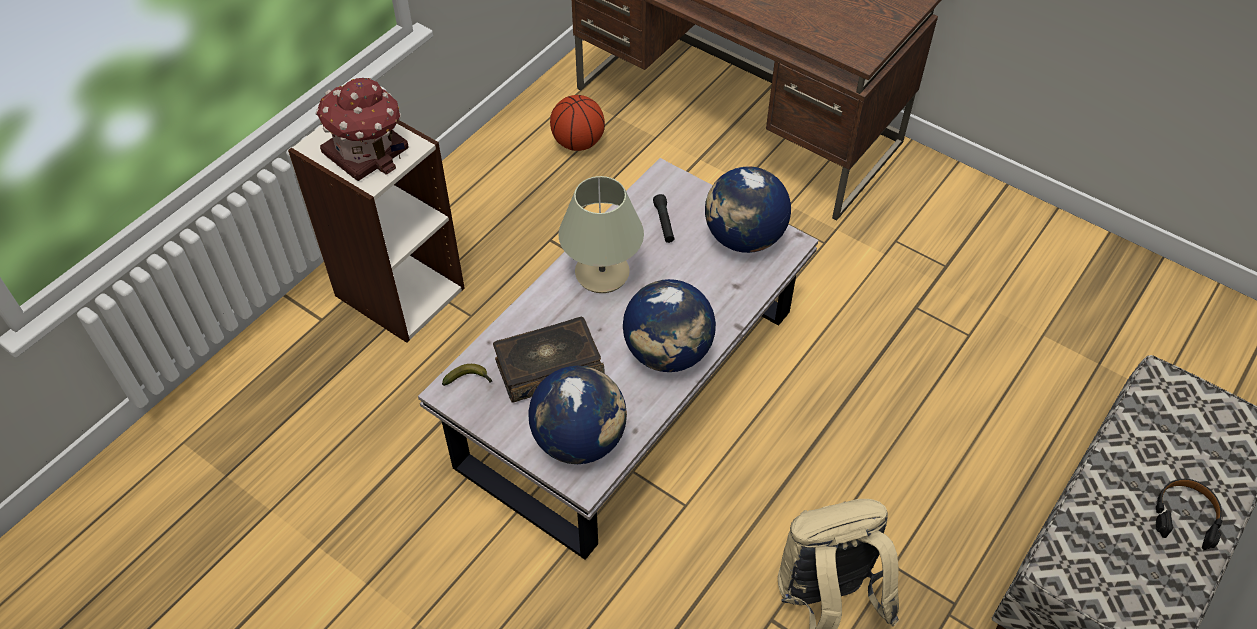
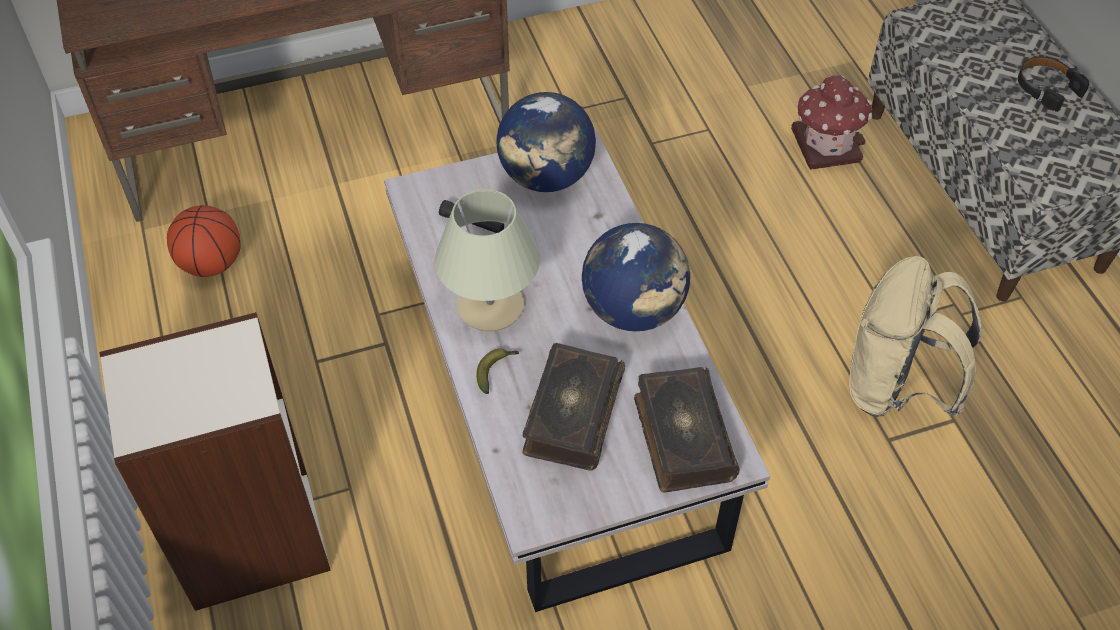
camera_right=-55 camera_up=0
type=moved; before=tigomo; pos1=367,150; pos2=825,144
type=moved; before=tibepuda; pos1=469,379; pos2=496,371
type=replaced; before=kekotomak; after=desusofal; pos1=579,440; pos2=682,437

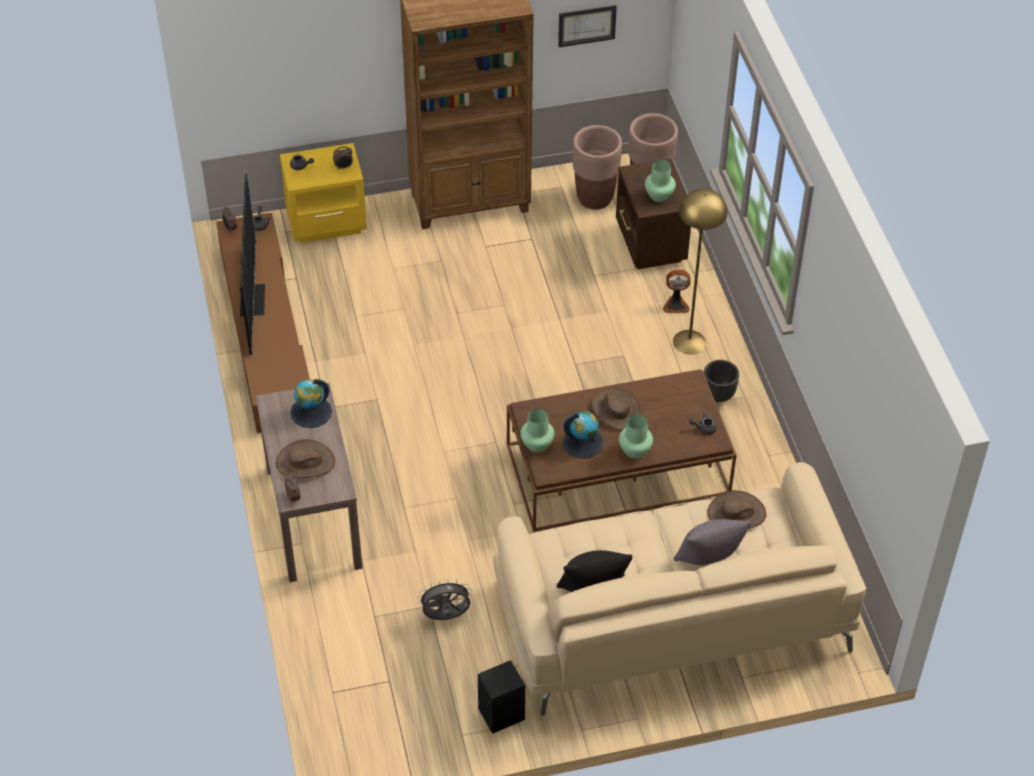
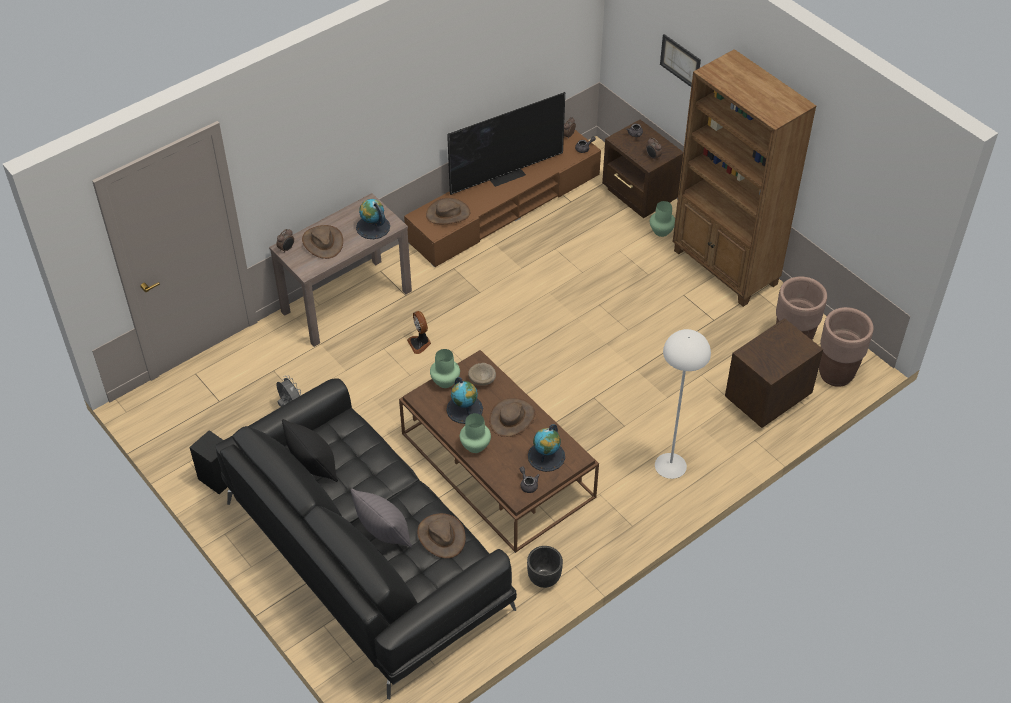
camera_right=65 camera_up=0
type=recoloured; before=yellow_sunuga; after=brown_sunuga; pos1=328,223; pos2=639,196
type=recoloured; before=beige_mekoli; after=black_mekoli; pos1=670,614; pos2=365,553
type=moved; before=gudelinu; pos1=587,25; pos2=680,61
type=moved; before=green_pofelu; pos1=659,196; pos2=661,231
type=moved; before=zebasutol; pos1=676,304; pos2=420,343
type=recoloured; before=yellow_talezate; after=white_talezate; pos1=689,342; pos2=670,465
type=moved; before=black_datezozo; pos1=719,395; pos2=544,579
type=added; after=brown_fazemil; pos2=448,214
type=added; after=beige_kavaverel; pos2=482,380
type=added; after=kekotomak; pos2=546,456

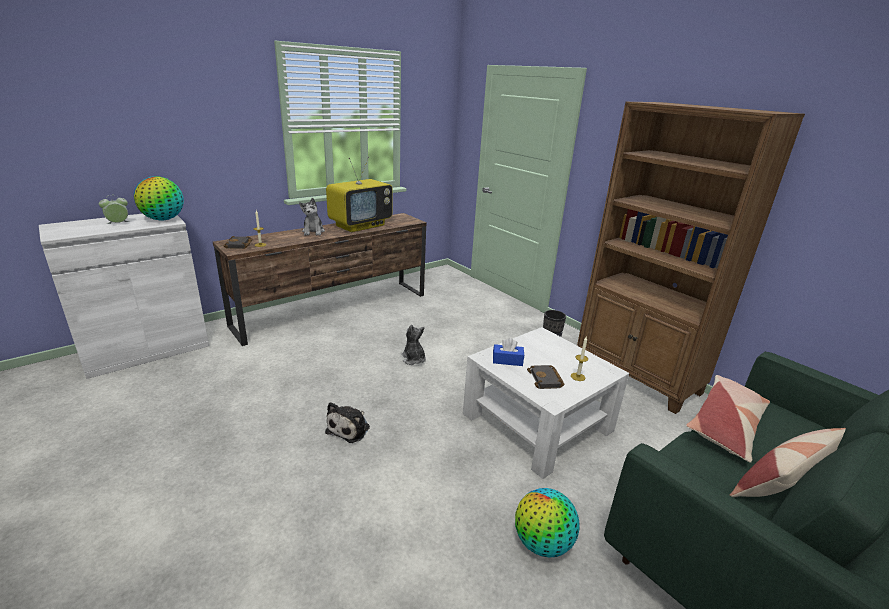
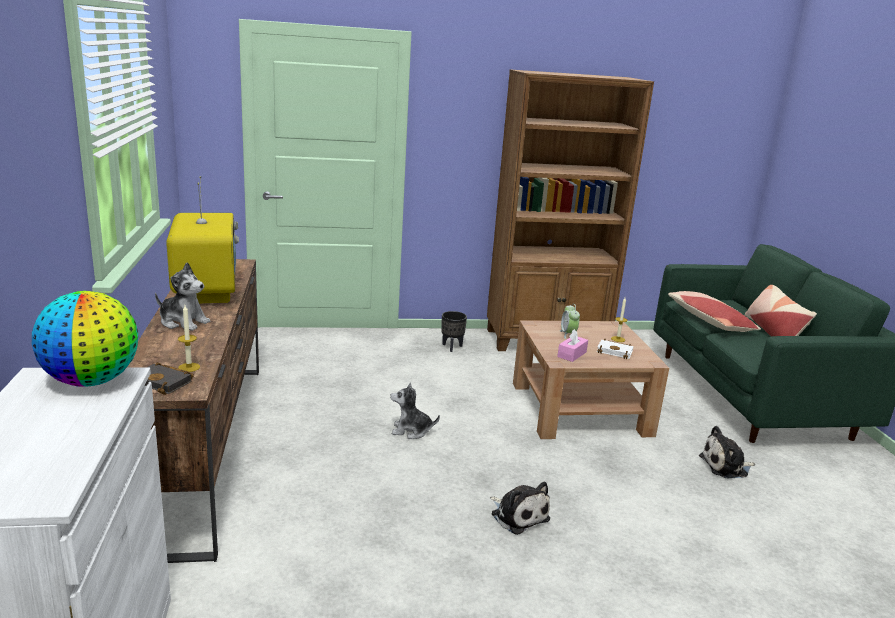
camera_right=-60 camera_up=-5
type=moved; before=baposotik; pos1=118,223; pos2=568,334
type=recoloured; before=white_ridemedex; after=brown_ridemedex; pos1=537,422; pos2=580,408
type=recoloured; before=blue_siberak; after=pink_siberak; pos1=507,360; pos2=572,354
type=replaced; before=kekotomak; after=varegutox; pos1=542,543; pos2=726,466
type=recoloured; before=black_desusofal; after=white_desusofal; pos1=546,380; pos2=615,351

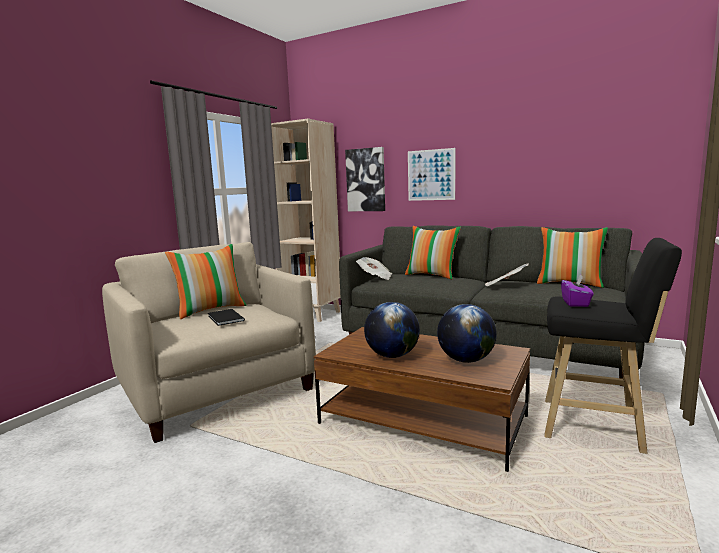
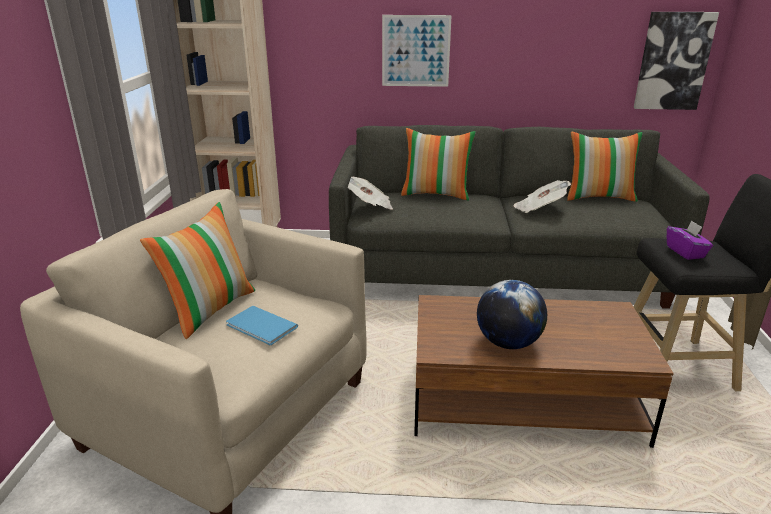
camera_right=-25 camera_up=15
type=recoloured; before=black_desusofal; after=blue_desusofal; pos1=224,318; pos2=261,327
type=moved; before=gudelinu; pos1=366,180; pos2=673,61
type=removed; before=kekotomak; pos1=466,360

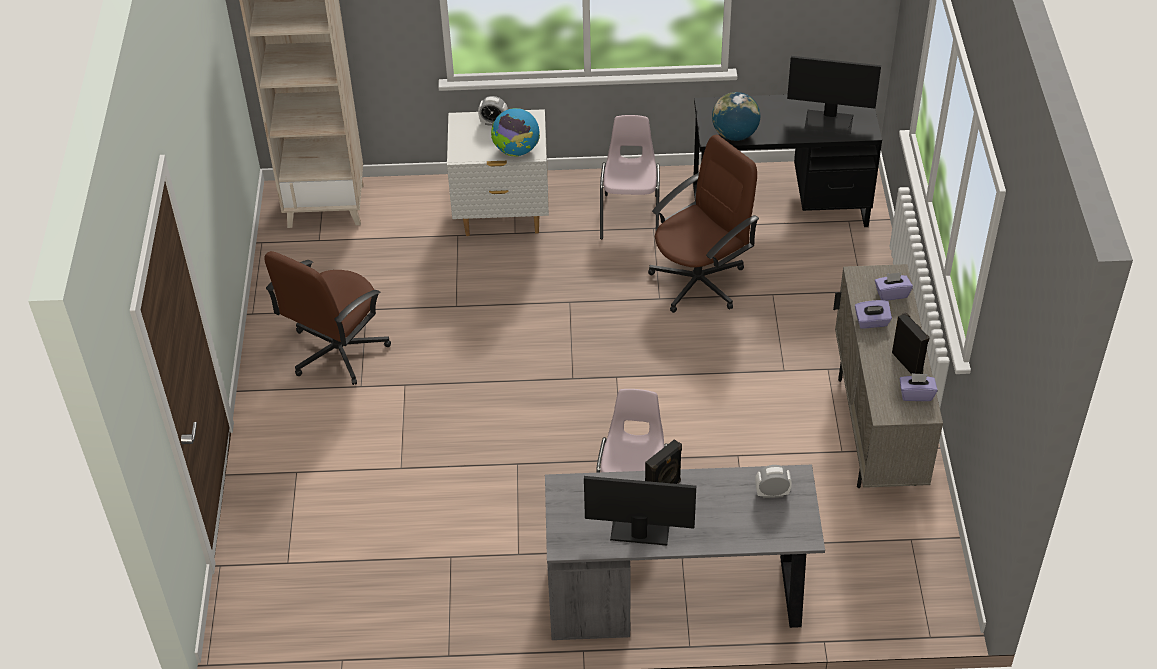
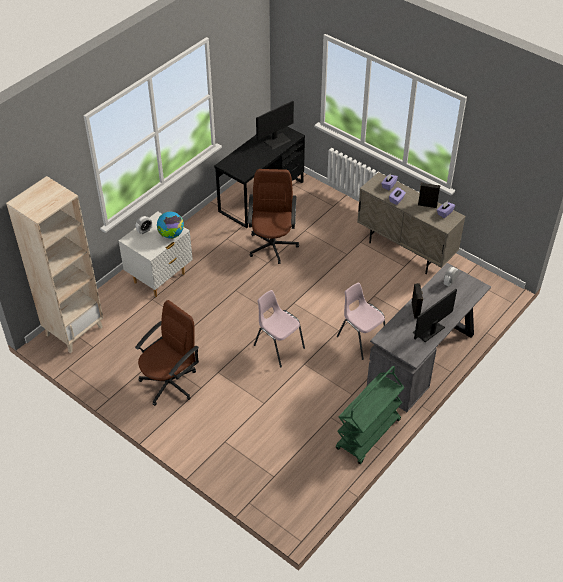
camera_right=-50 camera_up=0
type=turned; before=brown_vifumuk; pos1=337,351; pos2=170,383; turn=-120
type=moved; before=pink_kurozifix; pos1=631,216; pos2=278,346
type=removed; before=kekotomak; pos1=735,134
type=added; after=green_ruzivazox; pos2=368,435

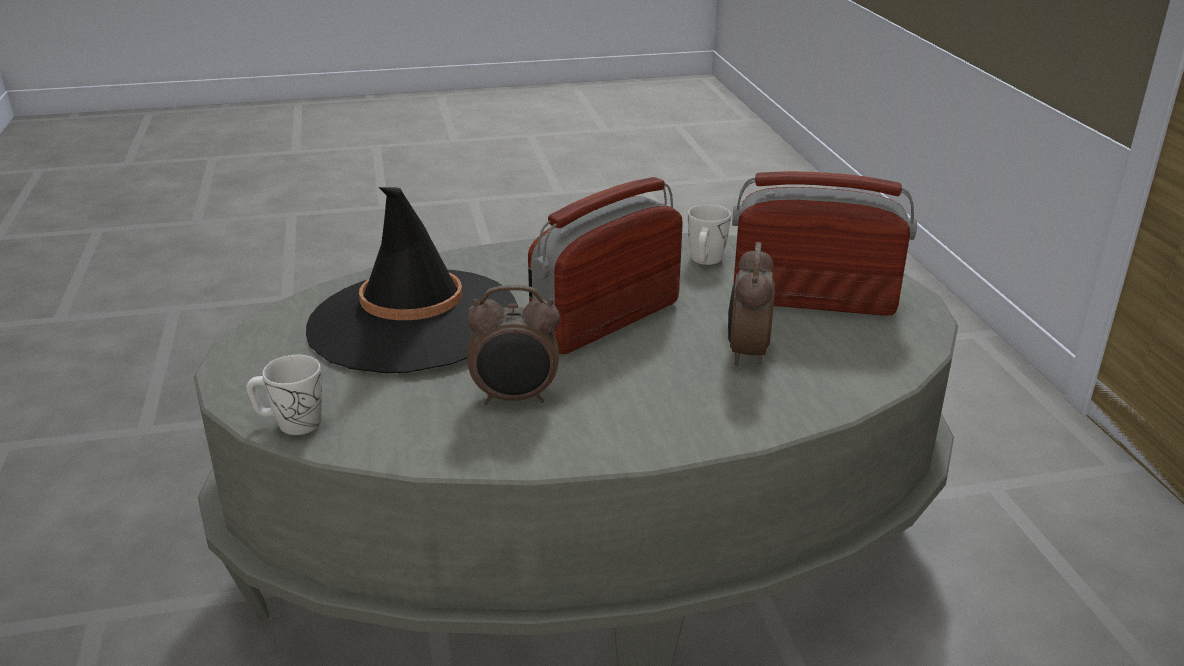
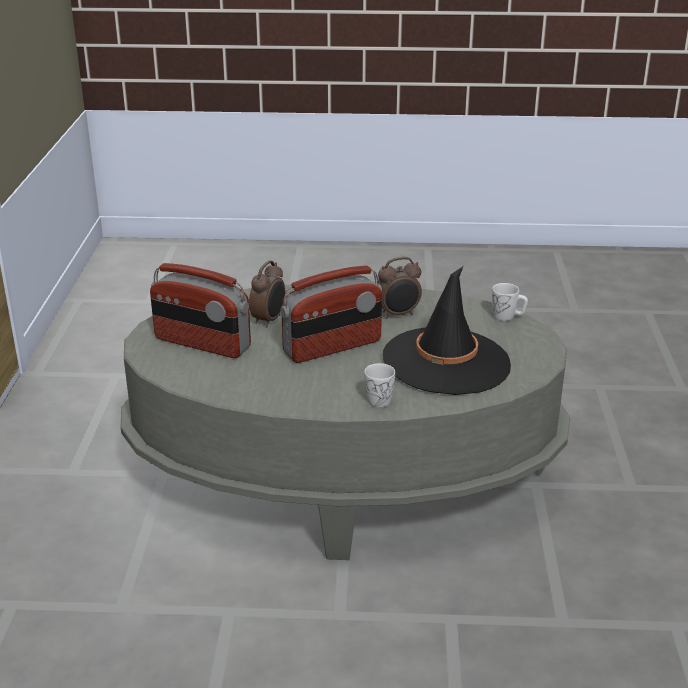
camera_right=-165 camera_up=0
type=turned; before=baposotik; pos1=515,398; pos2=398,315; turn=150
type=moved; before=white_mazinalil; pos1=705,261; pos2=381,399

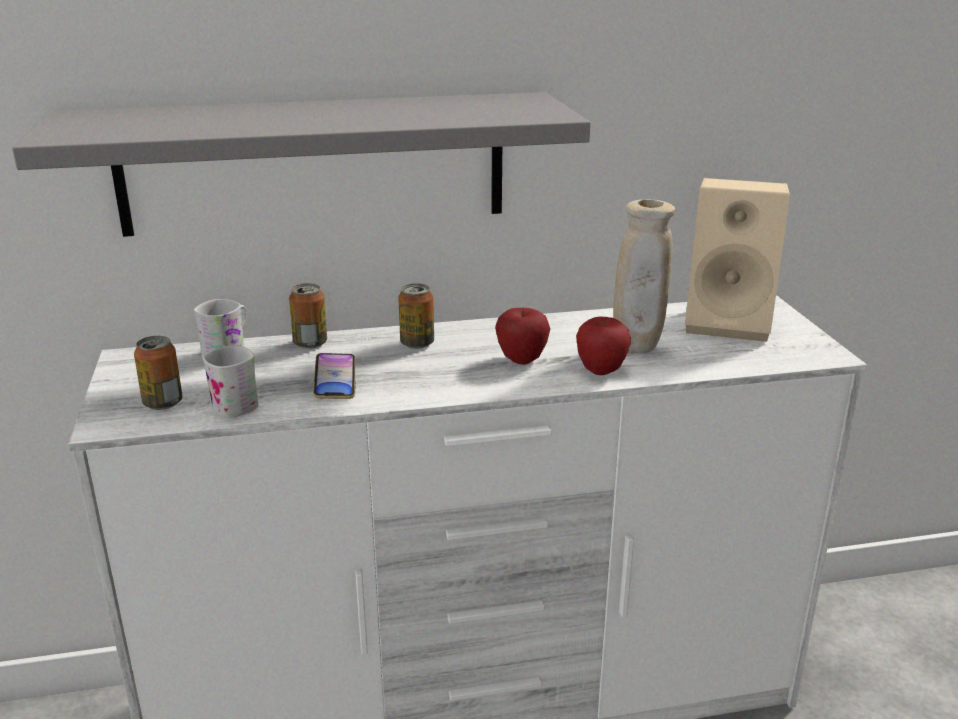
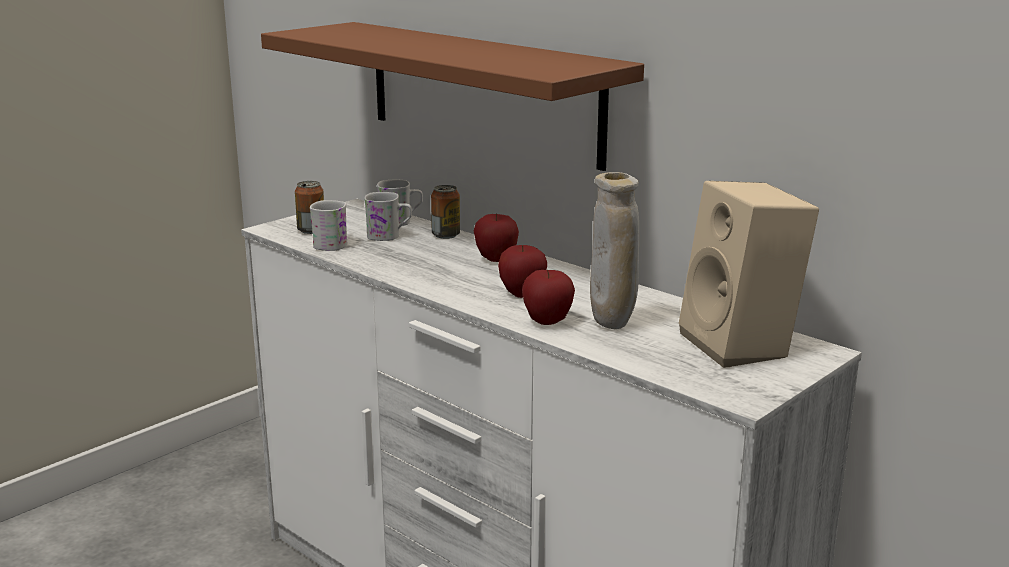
camera_right=55 camera_up=-5
type=recoloured; before=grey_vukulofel; after=brown_vukulofel; pos1=314,163; pos2=482,92
type=removed; before=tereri; pos1=335,381
type=replaced; before=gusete; after=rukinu; pos1=417,343; pos2=496,260
type=added; after=white_mazinalil; pos2=389,236

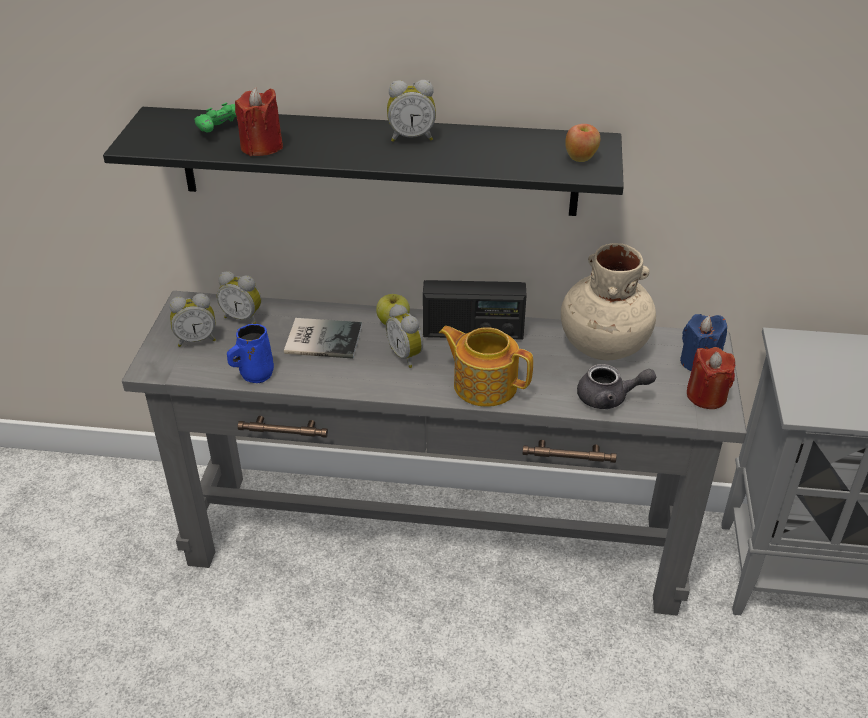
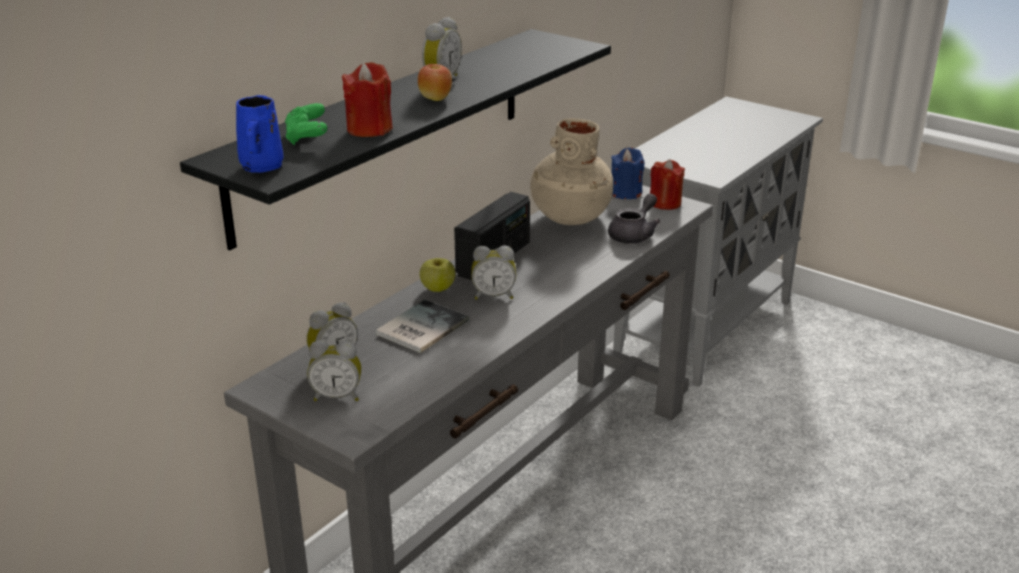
camera_right=-60 camera_up=-10
type=turned; before=baposotik; pos1=196,339; pos2=337,396; turn=75
type=moved; before=blue_mazinalil; pos1=255,374; pos2=261,167
type=removed; before=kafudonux; pos1=484,384
type=moved; before=rukinu; pos1=581,158; pos2=435,99

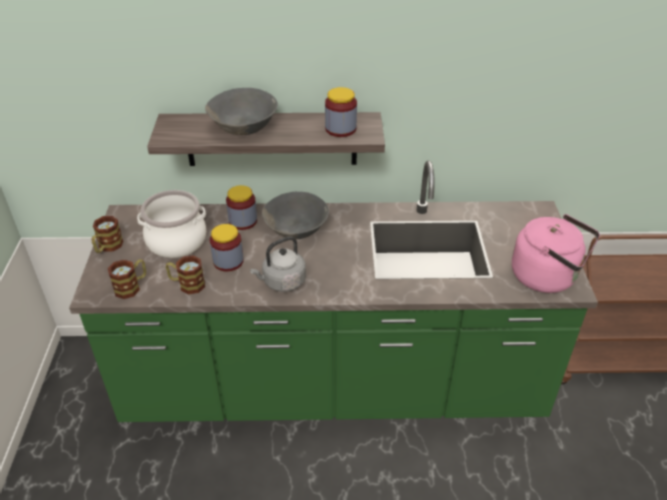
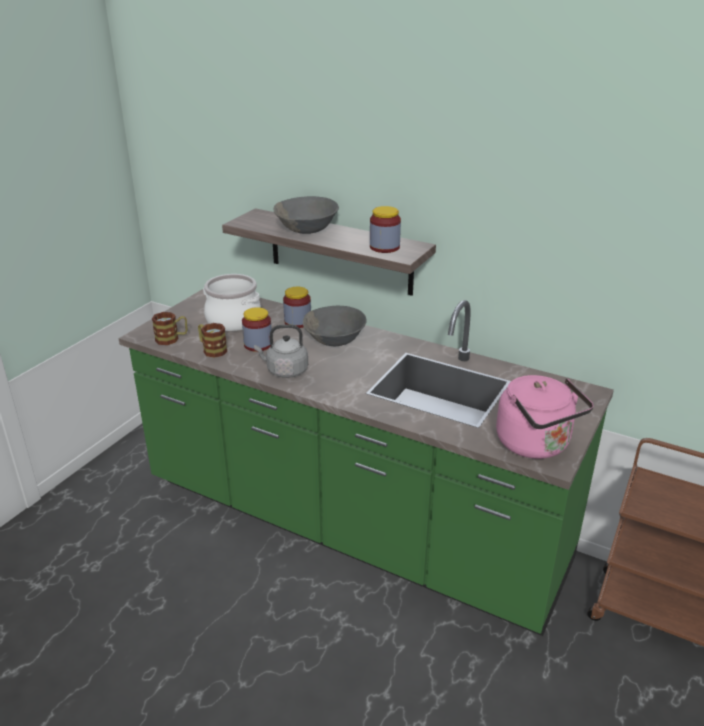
camera_right=30 camera_up=-10
type=removed; before=mazinalil; pos1=108,247

